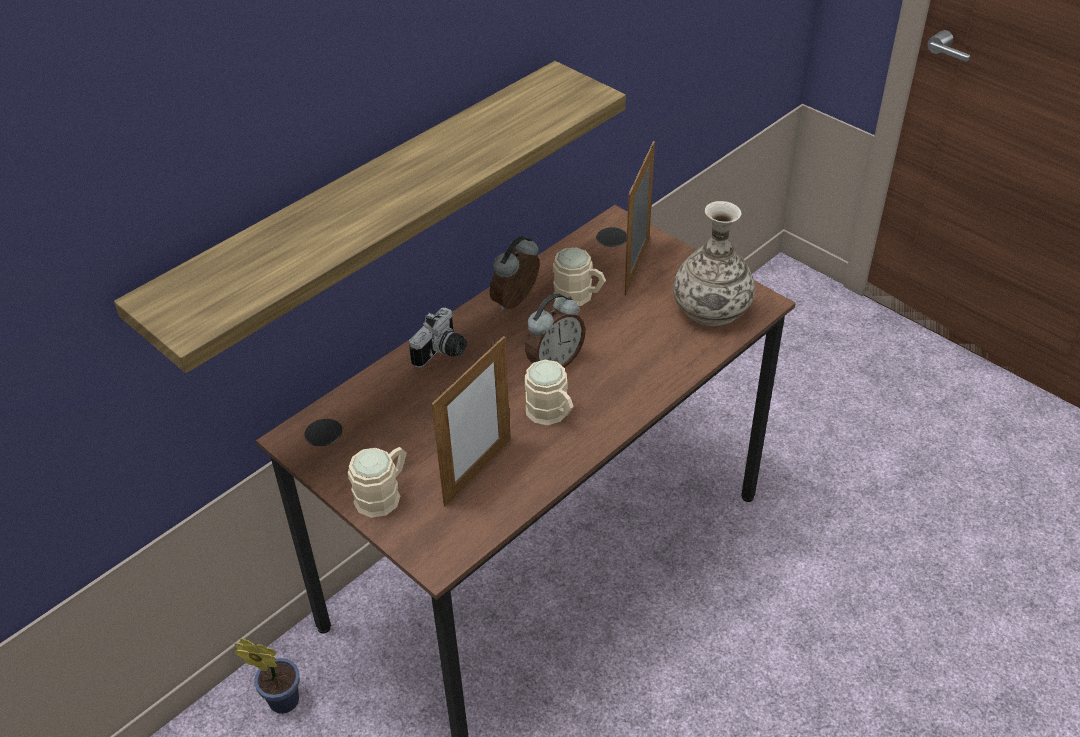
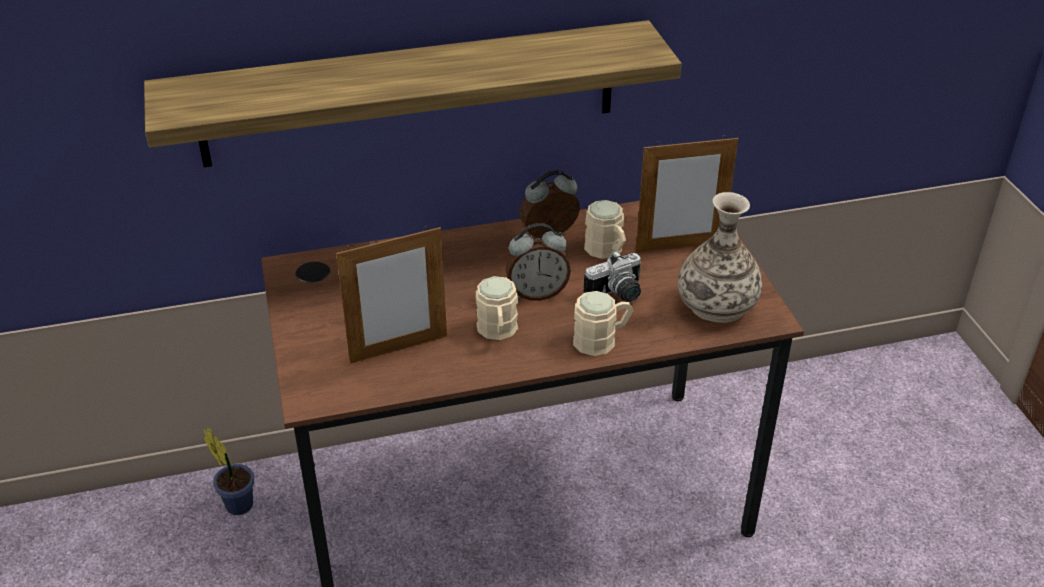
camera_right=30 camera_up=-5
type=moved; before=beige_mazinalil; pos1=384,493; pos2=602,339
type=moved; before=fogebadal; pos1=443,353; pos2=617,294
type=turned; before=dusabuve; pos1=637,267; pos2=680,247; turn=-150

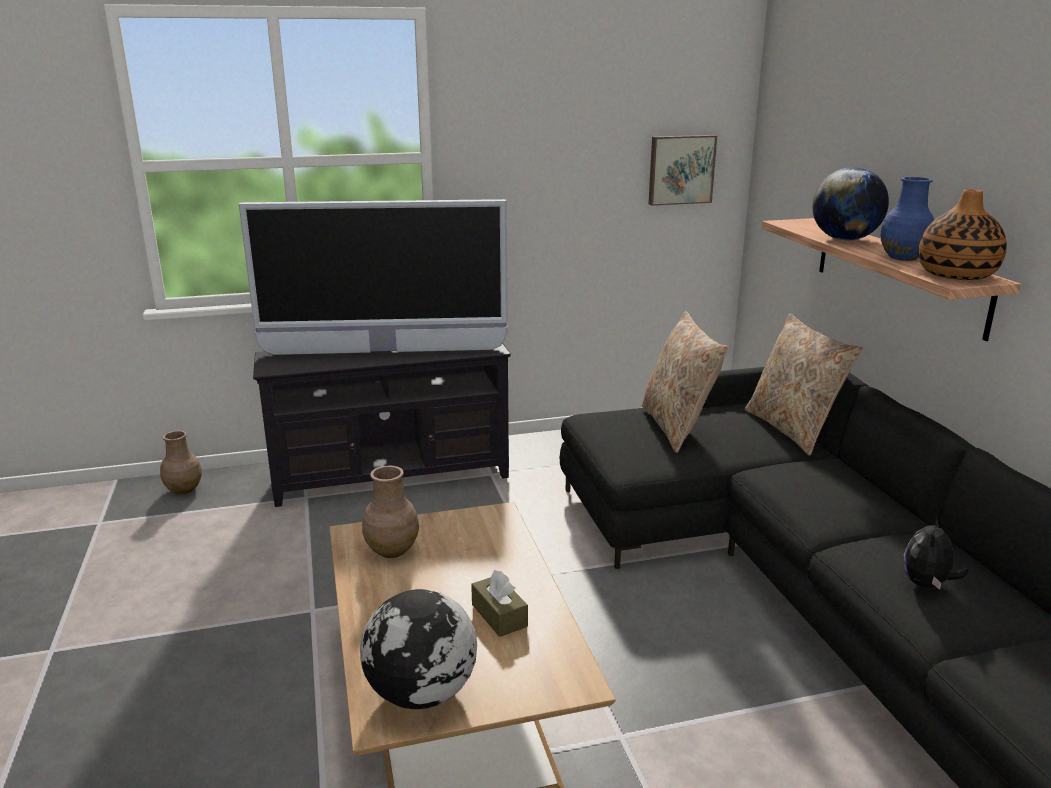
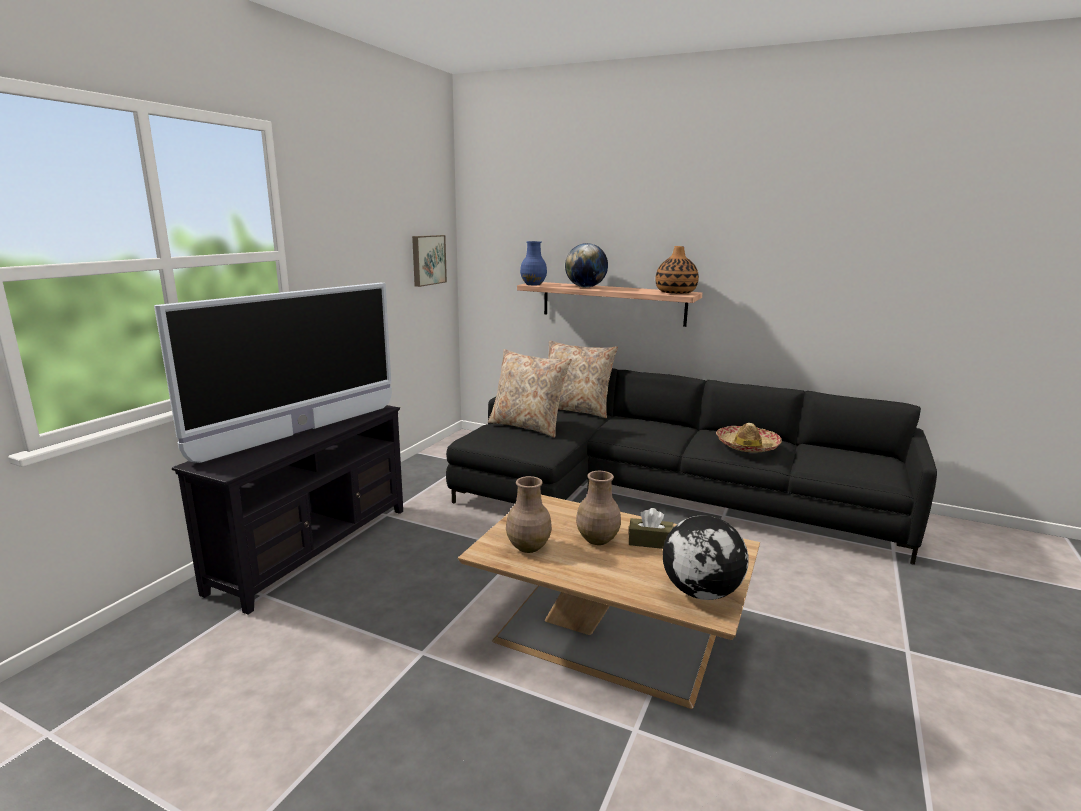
camera_right=-50 camera_up=-5
type=moved; before=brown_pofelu; pos1=183,489; pos2=597,539
type=moved; before=blue_pofelu; pos1=903,258; pos2=533,284
type=replaced; before=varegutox; after=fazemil; pos1=927,584; pos2=746,446

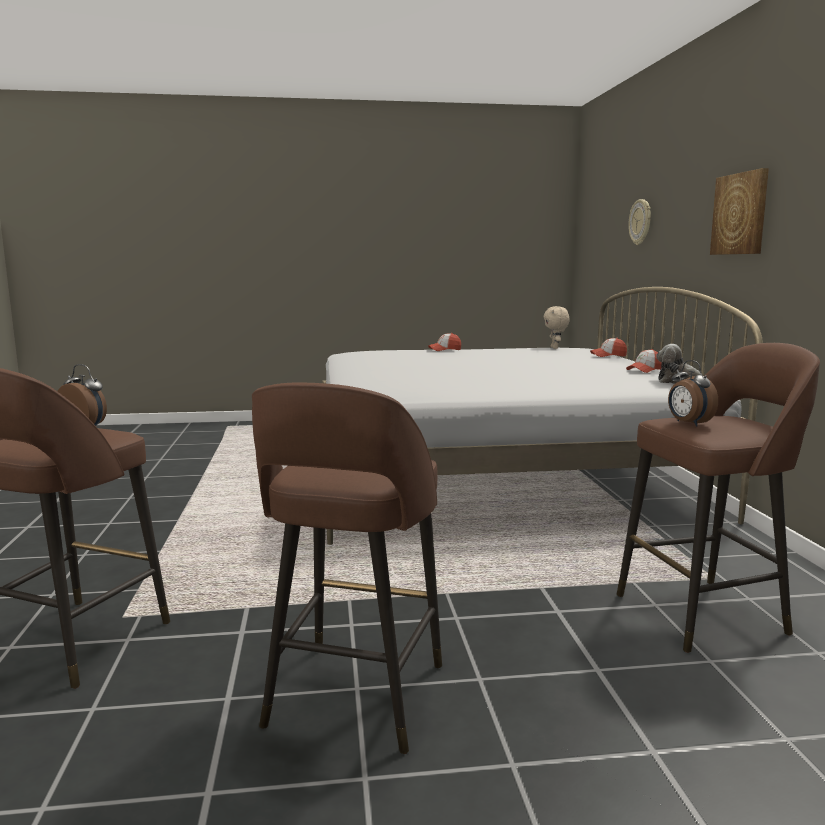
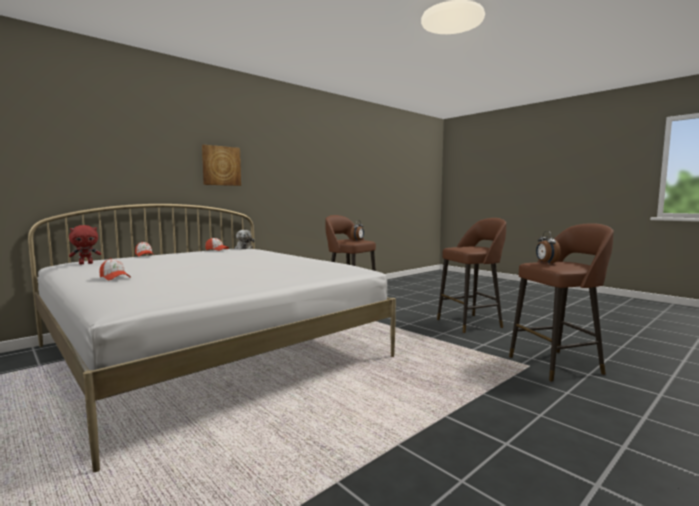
camera_right=-125 camera_up=-5
type=recoloured; before=beige_varegutox; after=red_varegutox; pos1=555,348; pos2=86,263
type=removed; before=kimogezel; pos1=641,222

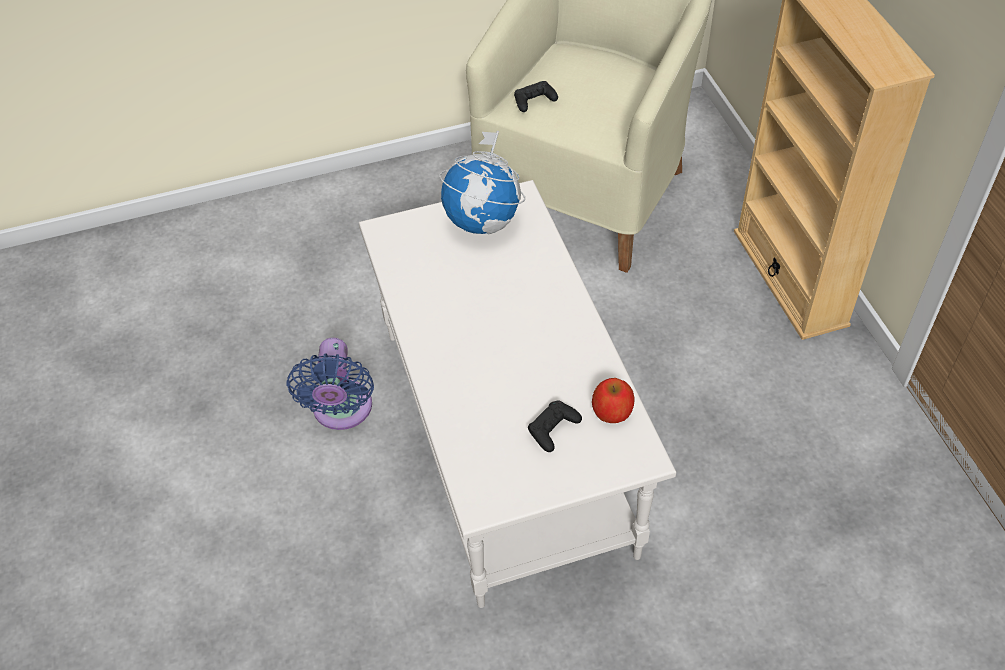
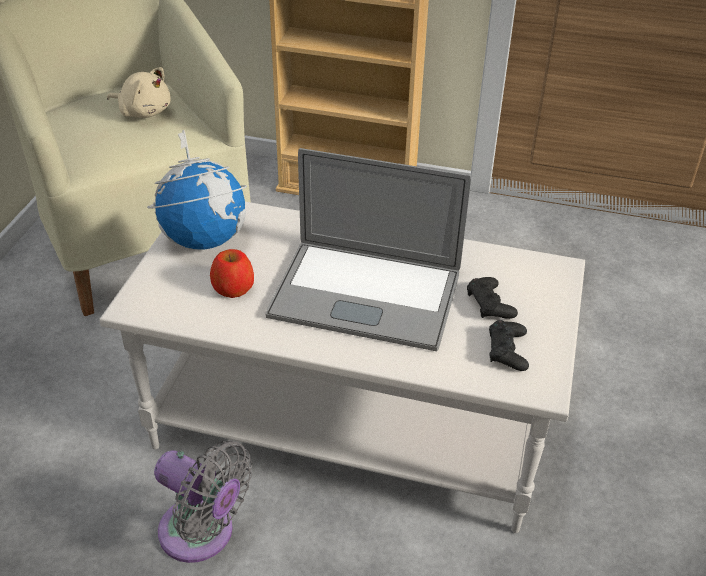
camera_right=-60 camera_up=-10
type=recoloured; before=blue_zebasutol; after=grey_zebasutol; pos1=341,411; pos2=202,534
type=moved; before=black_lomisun; pos1=534,100; pos2=507,350
type=moved; before=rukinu; pos1=612,410; pos2=233,287
type=added; after=beige_varegutox; pos2=143,112
type=added; after=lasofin; pos2=365,294

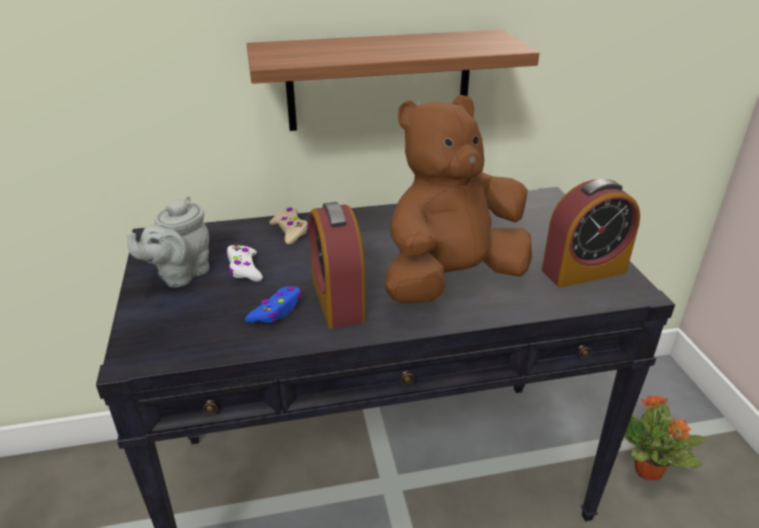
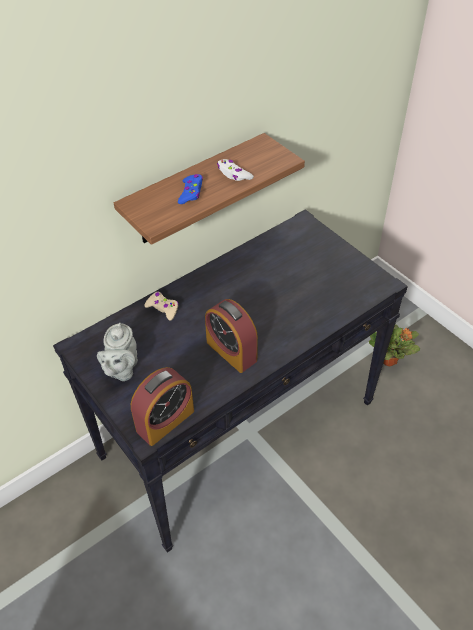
camera_right=-25 camera_up=15
type=moved; before=white_lomisun; pos1=244,269; pos2=234,174
type=moved; before=blue_lomisun; pos1=276,311; pos2=191,193
type=removed; before=brown_varegutox; pos1=451,279
type=moved; before=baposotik; pos1=583,271; pos2=165,421

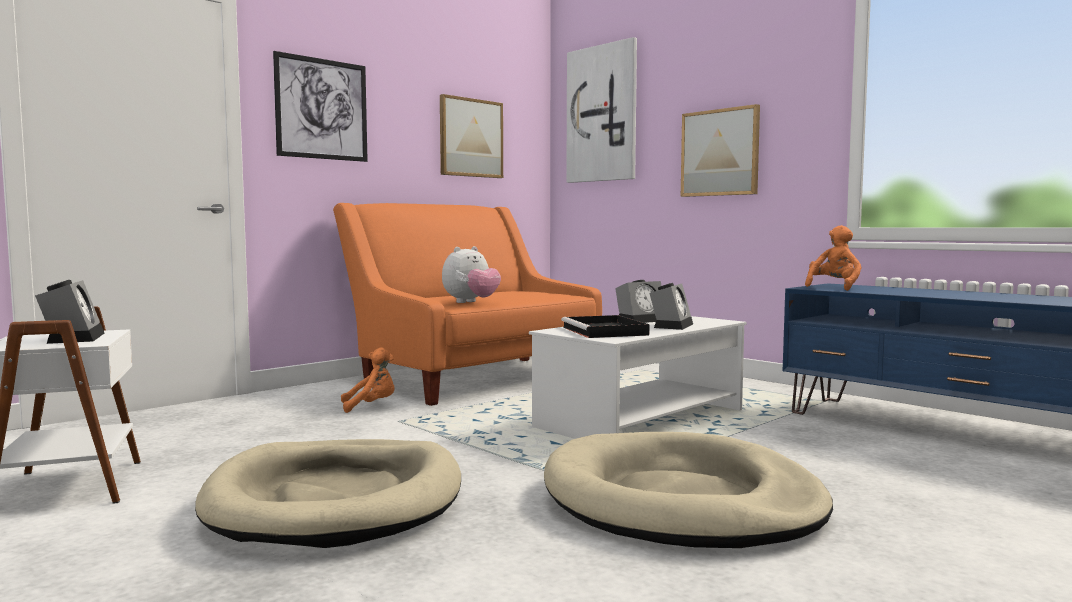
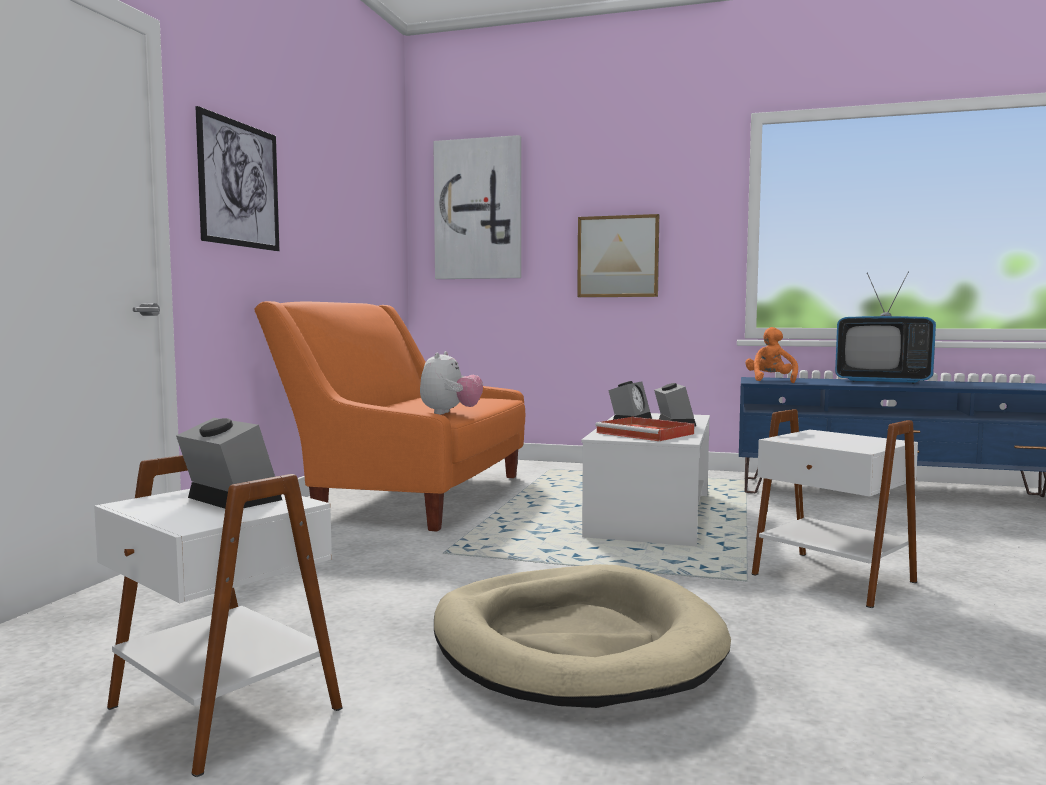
camera_right=-30 camera_up=0
type=removed; before=orange_varegutox; pos1=371,406
type=removed; before=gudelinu; pos1=470,138
type=replaced; before=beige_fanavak; after=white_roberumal; pos1=681,500; pos2=831,579
type=recoloured; before=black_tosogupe; after=red_tosogupe; pos1=605,331; pos2=646,433
type=added; after=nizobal; pos2=883,381

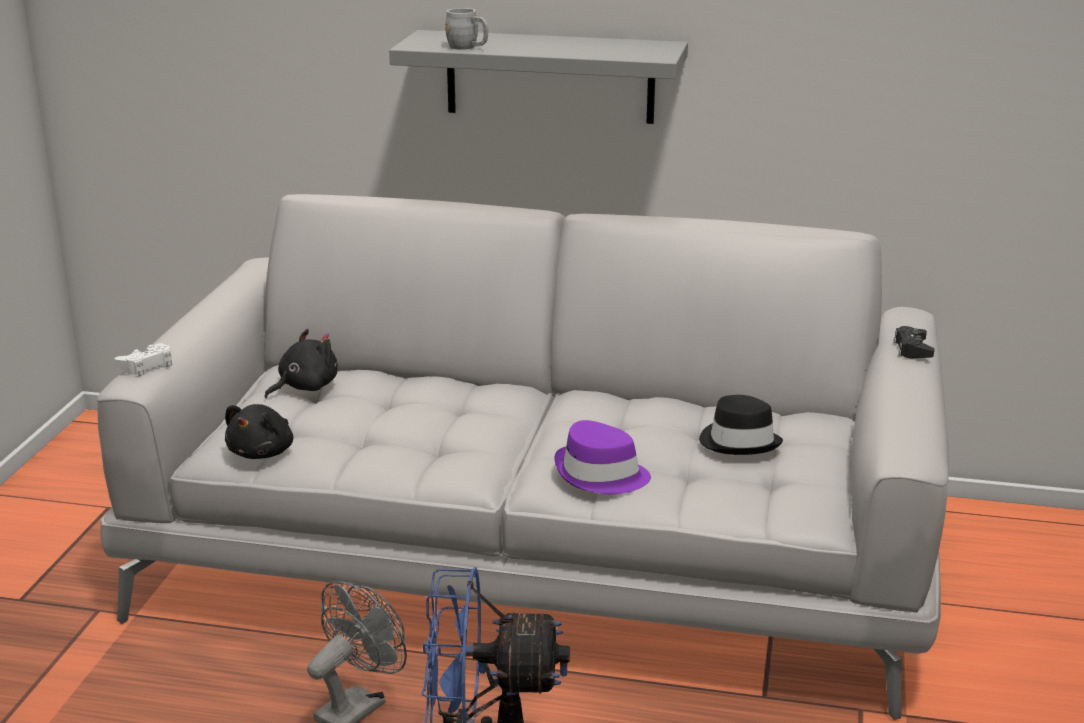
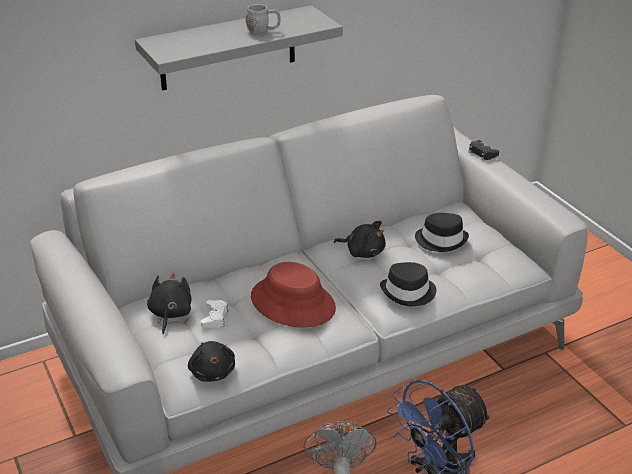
camera_right=-40 camera_up=10
type=moved; before=white_lomisun; pos1=147,365; pos2=215,317
type=moved; before=grey_mazinalil; pos1=468,47; pos2=263,31
type=recoloured; before=purple_fazemil; after=black_fazemil; pos1=601,475; pos2=408,292
type=added; after=red_fazemil; pos2=293,302
type=added; after=black_varegutox; pos2=363,251

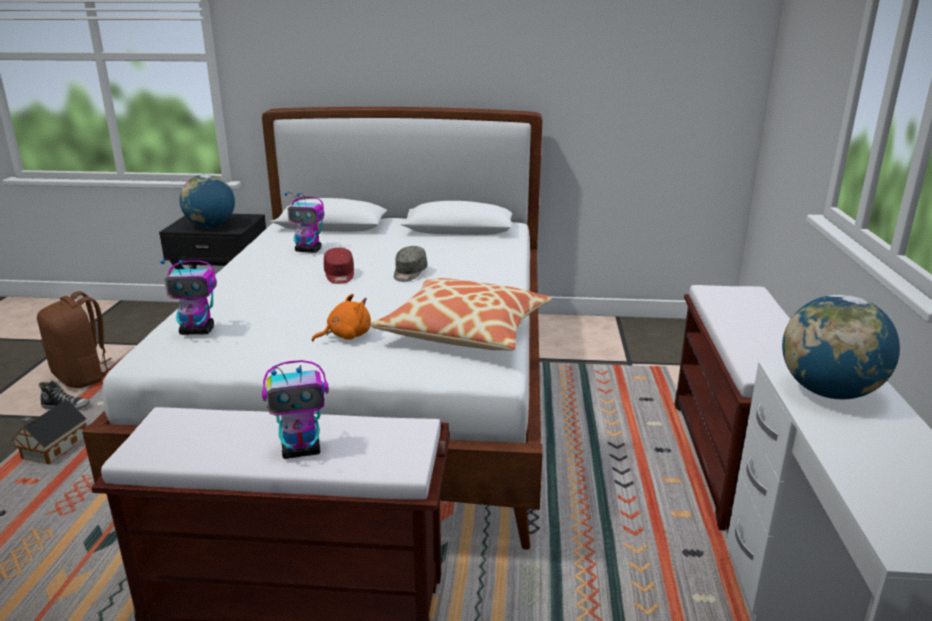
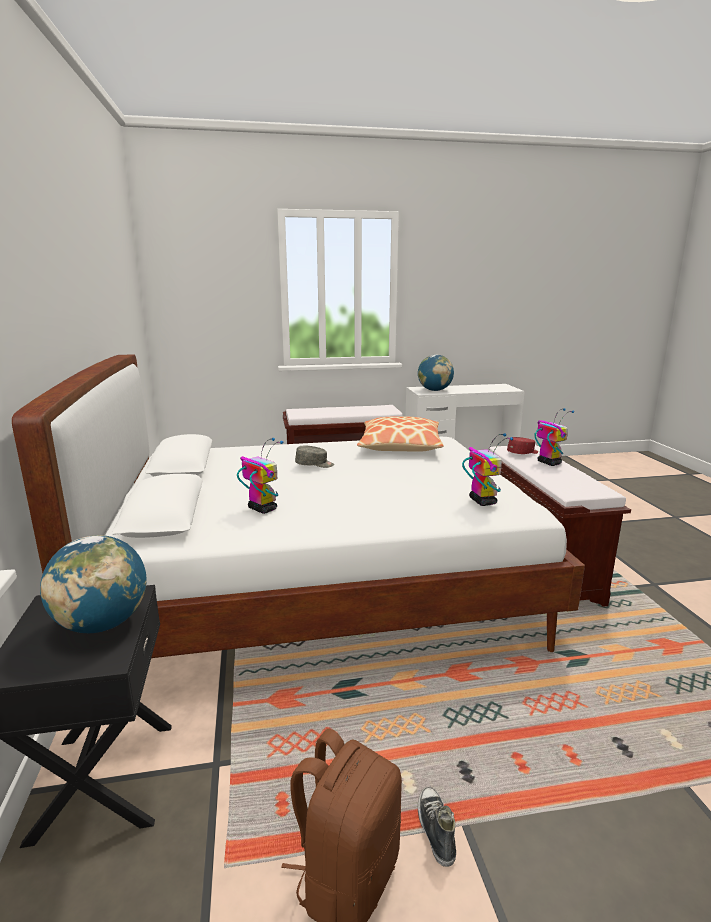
camera_right=-105 camera_up=-5
type=removed; before=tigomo; pos1=52,449
type=turned; before=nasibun; pos1=309,250; pos2=262,509; turn=-45
type=removed; before=orange_varegutox; pos1=346,336
type=moved; before=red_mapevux; pos1=339,275; pos2=523,453

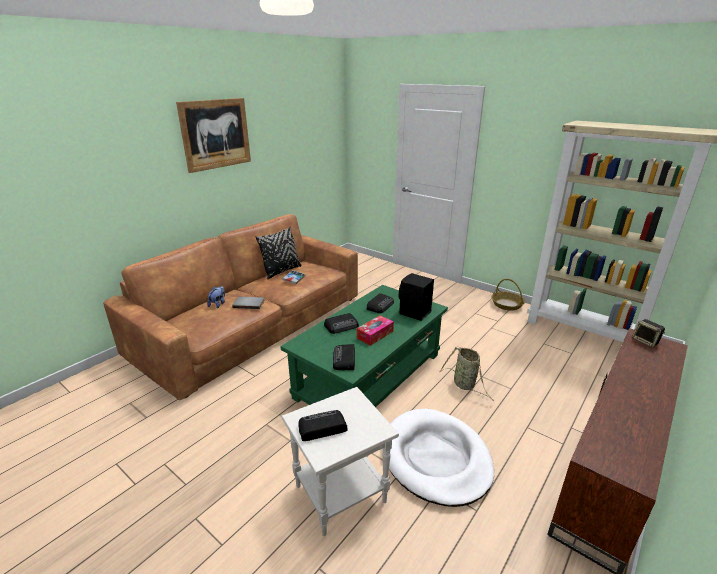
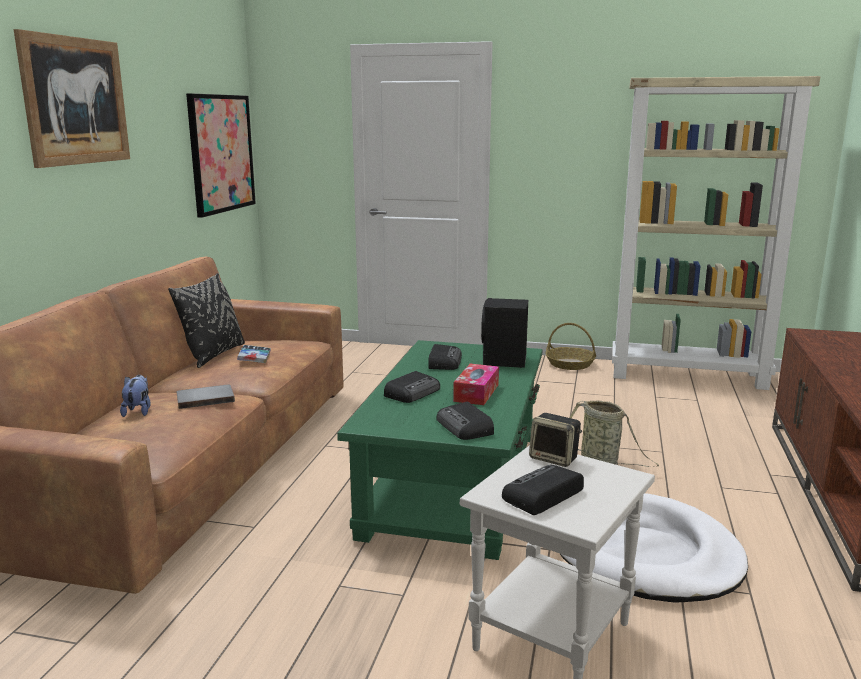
camera_right=-25 camera_up=-10
type=moved; before=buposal; pos1=646,341; pos2=555,458
type=added; after=gudelinu; pos2=221,153

